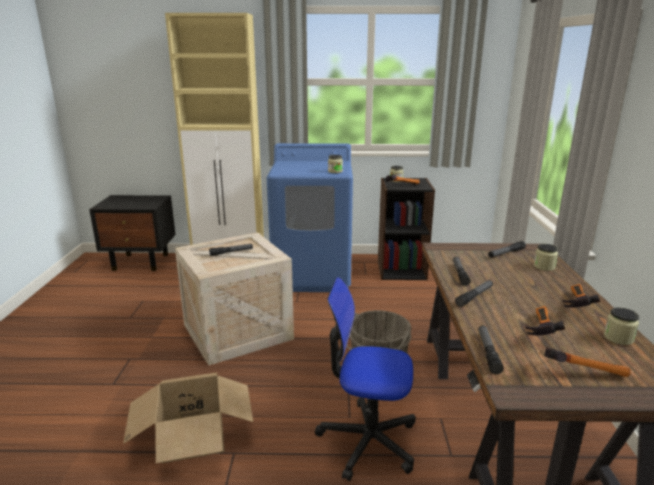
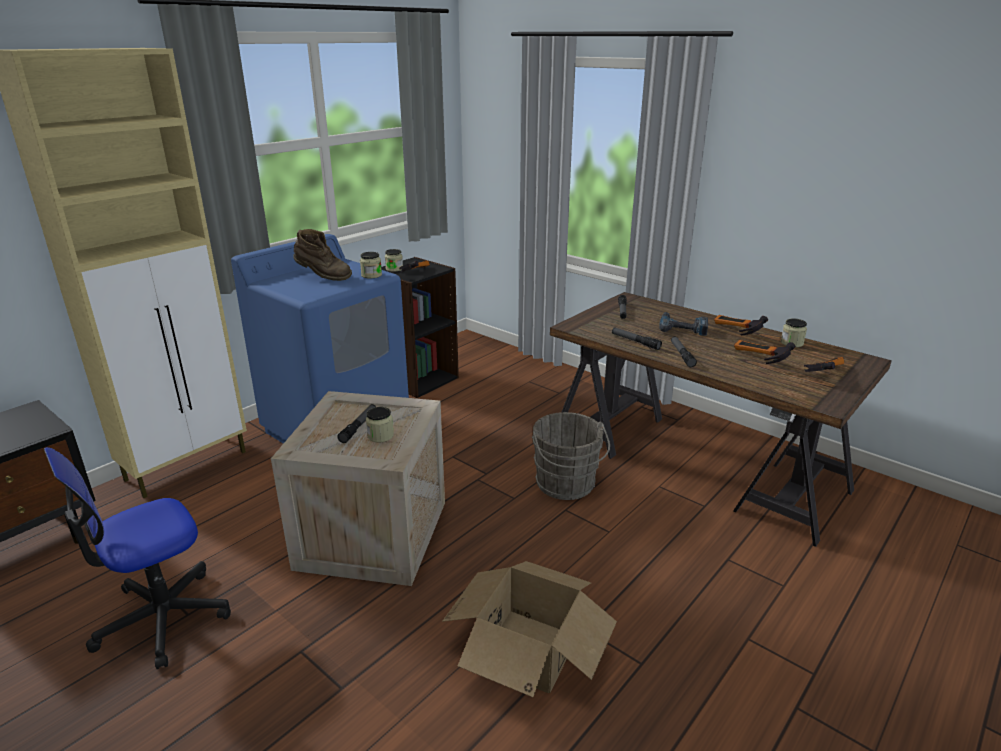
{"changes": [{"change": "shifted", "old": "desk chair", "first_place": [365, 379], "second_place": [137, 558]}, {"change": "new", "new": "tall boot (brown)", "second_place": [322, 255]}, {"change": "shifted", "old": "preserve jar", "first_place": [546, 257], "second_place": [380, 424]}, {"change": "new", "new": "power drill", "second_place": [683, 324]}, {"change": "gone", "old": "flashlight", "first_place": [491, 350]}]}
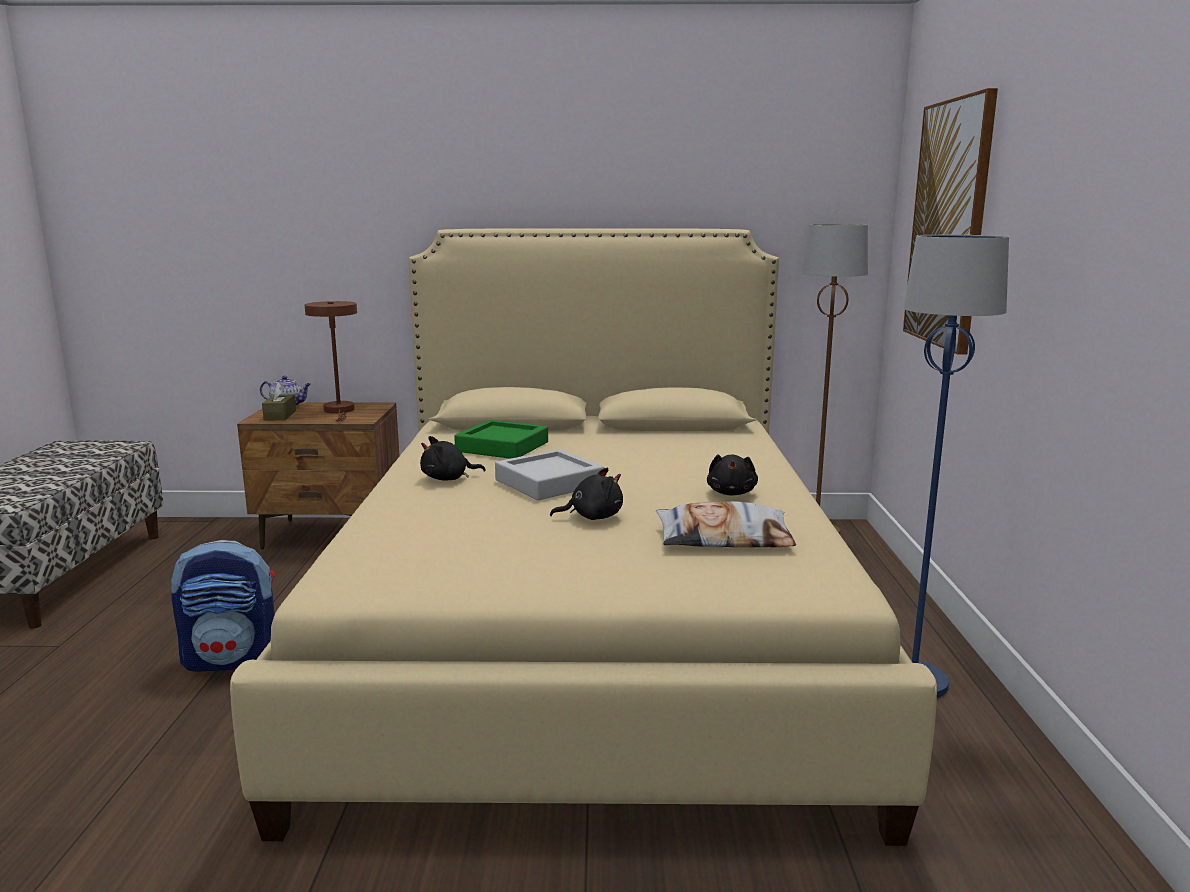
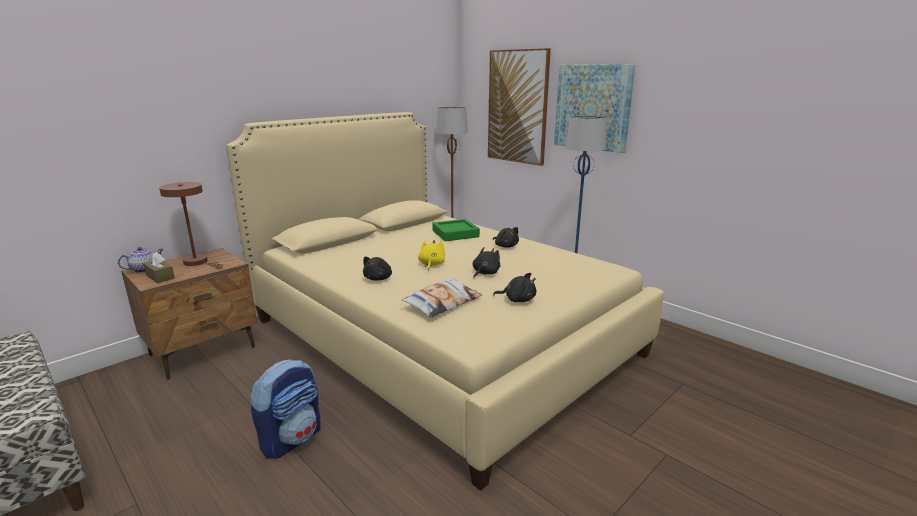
{"changes": [{"change": "shifted", "old": "throw pillow", "first_place": [726, 525], "second_place": [442, 298]}, {"change": "swapped", "old": "carrying tray (greyish)", "new": "cuddly toy (yellow)", "first_place": [550, 474], "second_place": [431, 255]}, {"change": "shifted", "old": "carrying tray (greenish)", "first_place": [501, 439], "second_place": [456, 230]}, {"change": "new", "new": "cuddly toy (black-coloured)", "second_place": [514, 287]}, {"change": "new", "new": "picture", "second_place": [595, 108]}]}
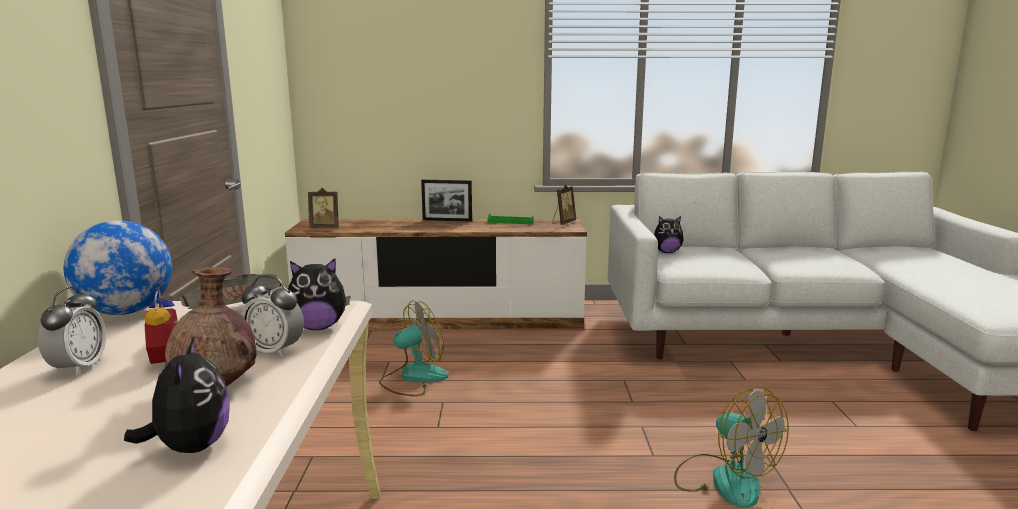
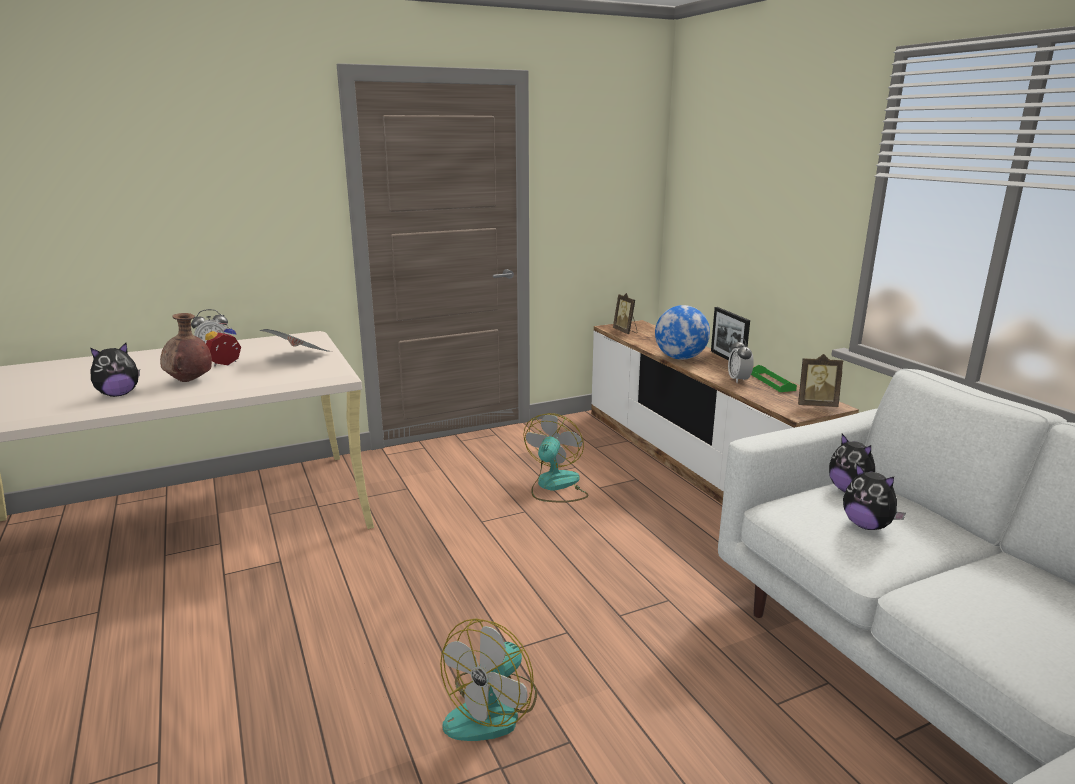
{"changes": [{"change": "rotated", "old": "fan", "first_place": [414, 348], "second_place": [556, 458], "degrees": -105}, {"change": "shifted", "old": "world globe", "first_place": [118, 267], "second_place": [682, 332]}, {"change": "shifted", "old": "bedside clock", "first_place": [272, 317], "second_place": [741, 360]}, {"change": "shifted", "old": "cuddly toy", "first_place": [319, 294], "second_place": [874, 497]}]}
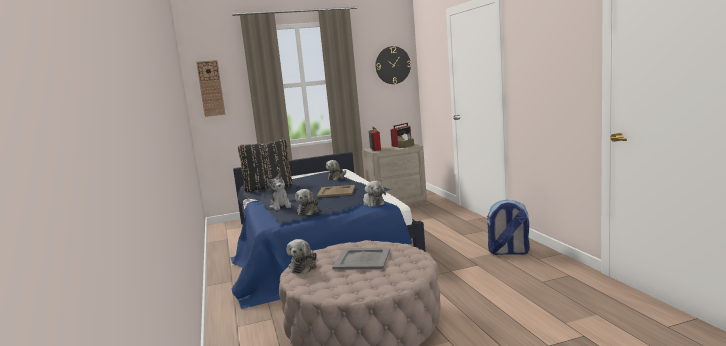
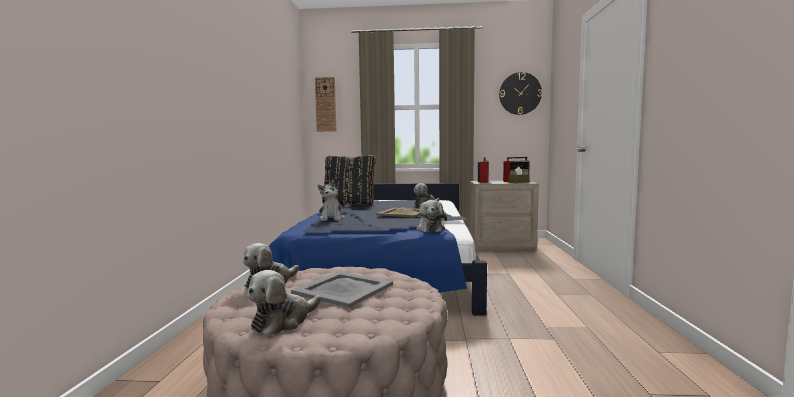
{"changes": [{"change": "shifted", "old": "cuddly toy", "first_place": [307, 202], "second_place": [284, 303]}, {"change": "gone", "old": "knapsack", "first_place": [508, 227]}]}
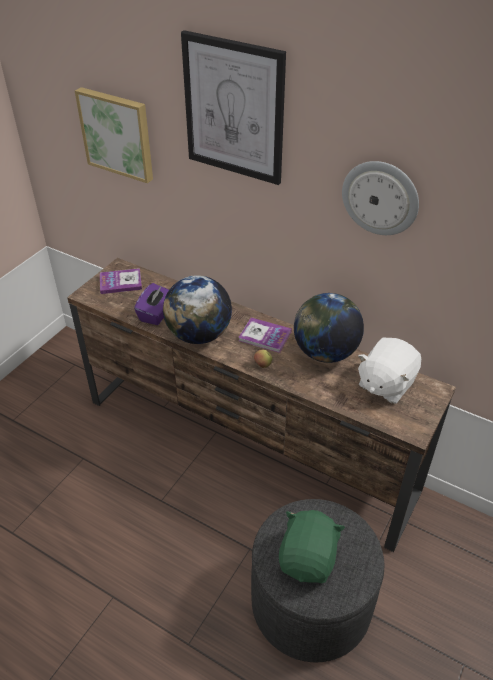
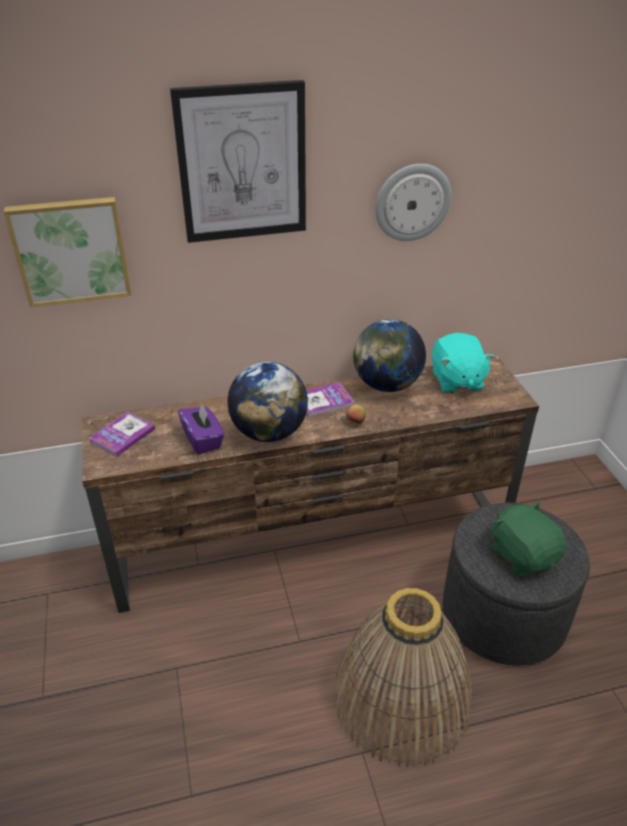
{"changes": [{"change": "new", "new": "basket", "second_place": [403, 677]}, {"change": "repainted", "old": "cuddly toy (whitish)", "new": "cuddly toy (turquoise-coloured)", "first_place": [389, 370], "second_place": [463, 363]}]}
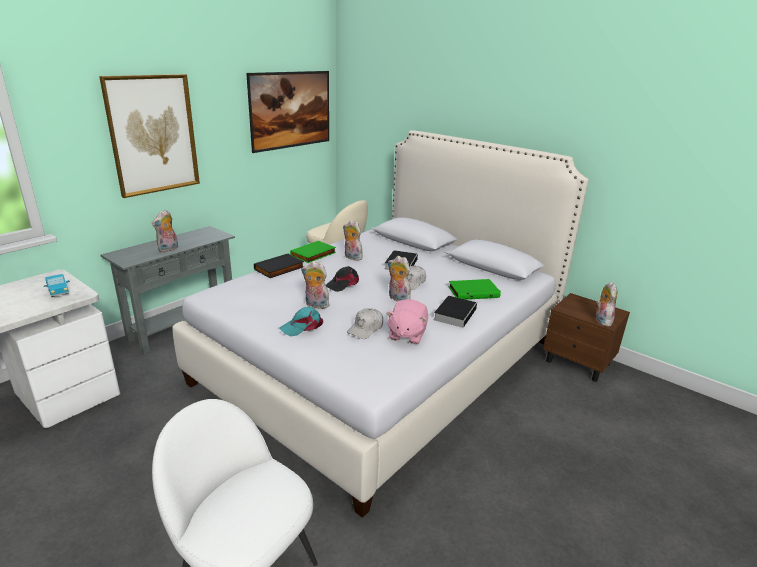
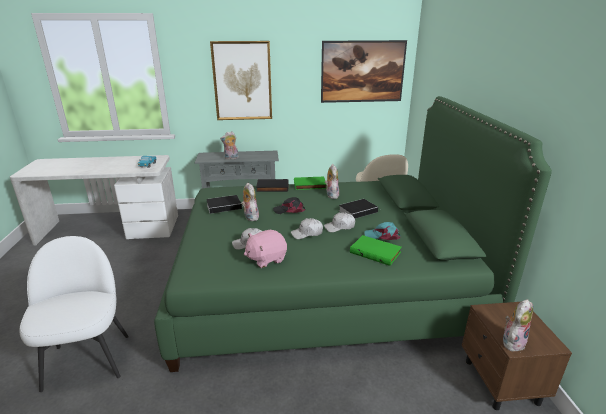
{"changes": [{"change": "repainted", "old": "bedroom bed (whitish)", "new": "bedroom bed (greenish)", "first_place": [380, 324], "second_place": [353, 234]}, {"change": "shifted", "old": "bound book", "first_place": [455, 312], "second_place": [224, 204]}, {"change": "swapped", "old": "cuddly toy", "new": "peaked cap (whitish)", "first_place": [399, 279], "second_place": [307, 228]}, {"change": "shifted", "old": "peaked cap (turquoise-coloured)", "first_place": [301, 321], "second_place": [382, 231]}]}
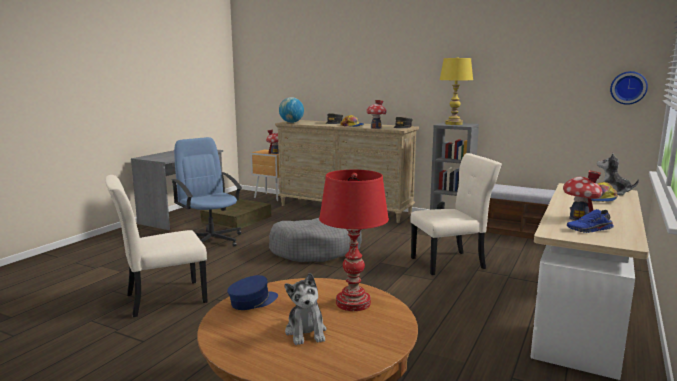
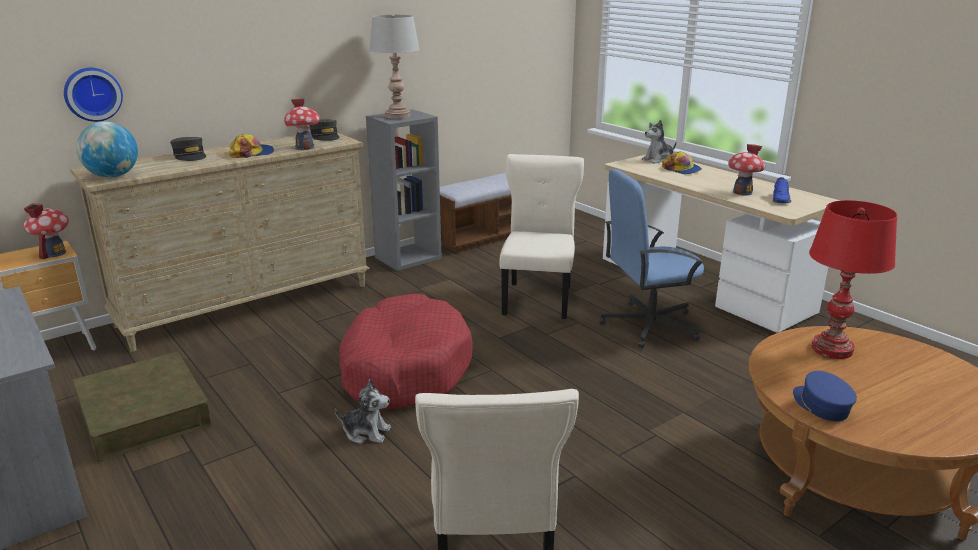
{"changes": [{"change": "shifted", "old": "hanging clock", "first_place": [629, 88], "second_place": [93, 95]}, {"change": "shifted", "old": "cuddly toy", "first_place": [305, 309], "second_place": [363, 411]}, {"change": "repainted", "old": "pet bed (greyish)", "new": "pet bed (red)", "first_place": [315, 240], "second_place": [406, 352]}, {"change": "repainted", "old": "table lamp (yellow)", "new": "table lamp (greyish)", "first_place": [456, 91], "second_place": [394, 67]}, {"change": "shifted", "old": "desk chair (blue)", "first_place": [207, 192], "second_place": [651, 258]}]}
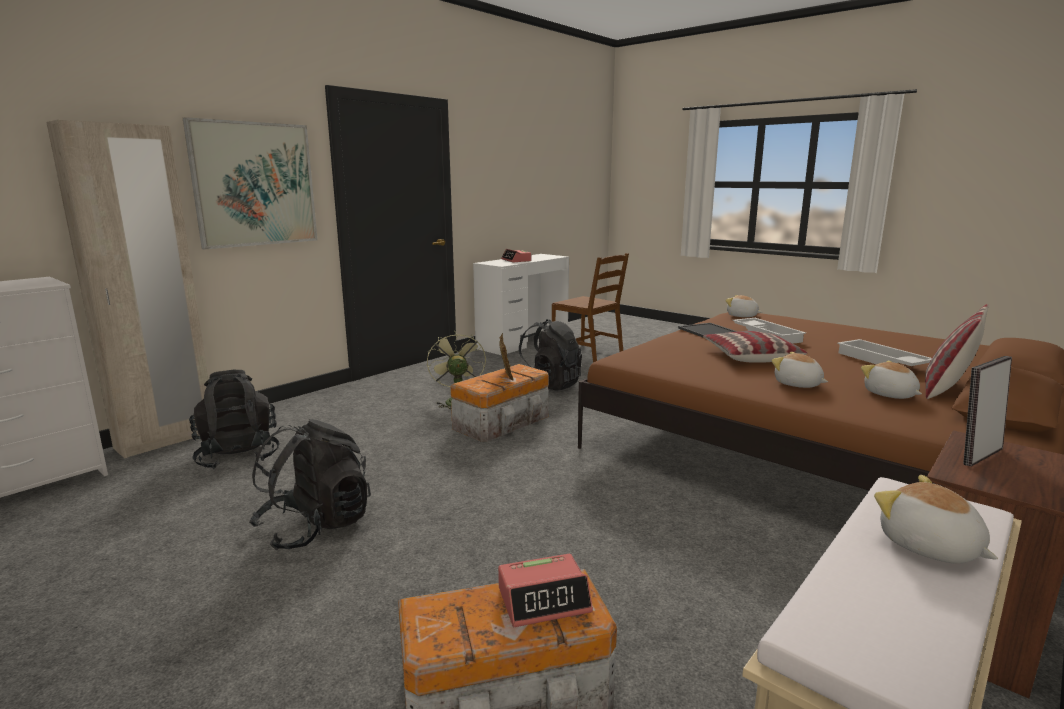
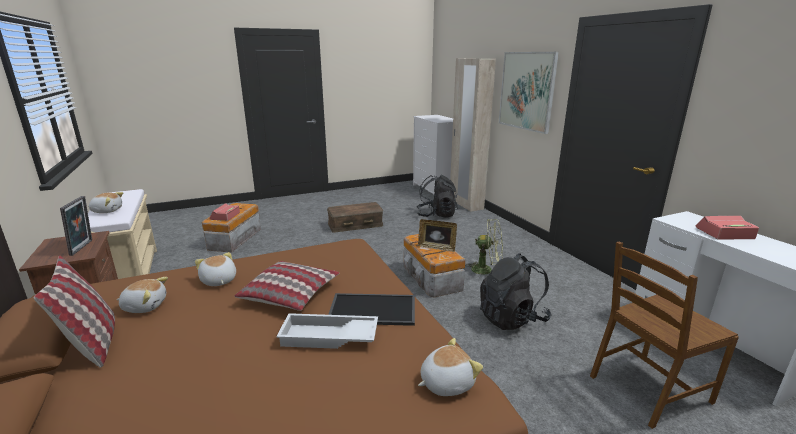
{"changes": [{"change": "rotated", "old": "cuddly toy", "first_place": [800, 370], "second_place": [215, 269], "degrees": -105}, {"change": "swapped", "old": "knapsack (black-coloured)", "new": "storage bin (brown)", "first_place": [310, 484], "second_place": [355, 217]}, {"change": "gone", "old": "carrying tray (whitish)", "first_place": [884, 352]}]}
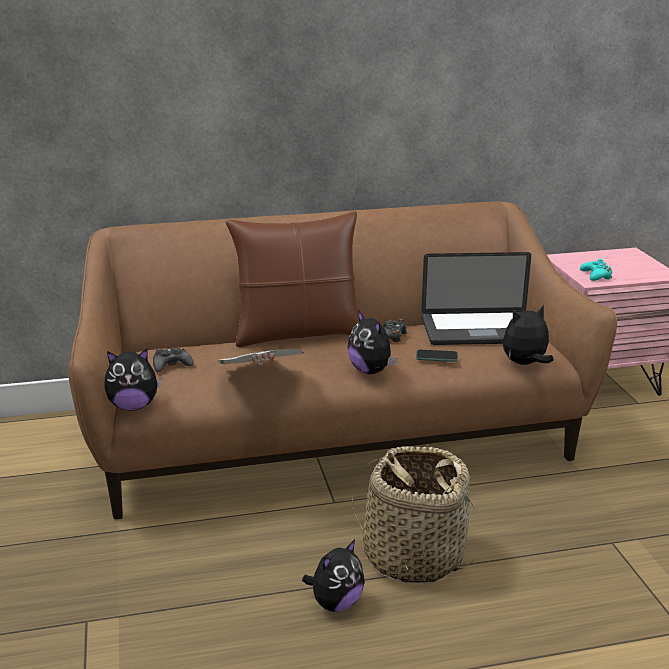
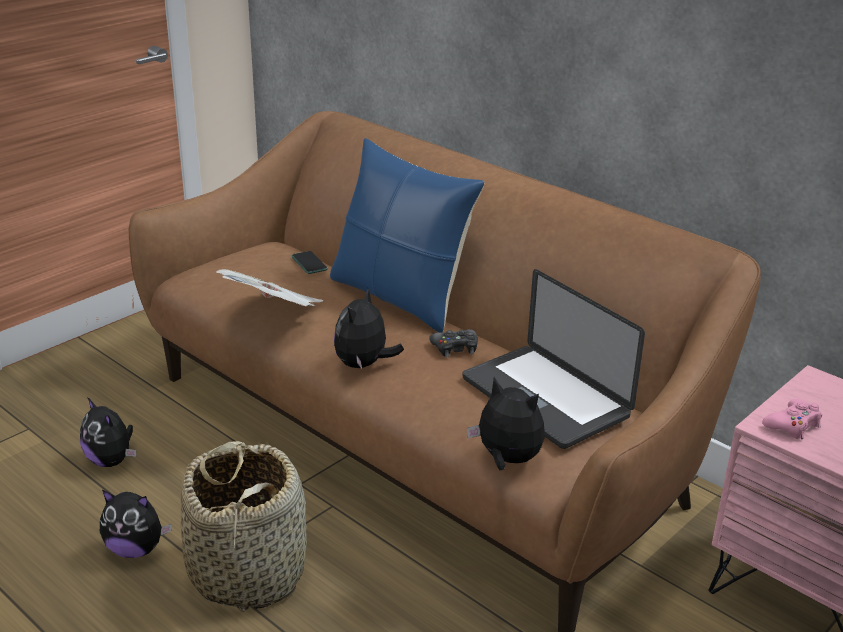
{"changes": [{"change": "shifted", "old": "cuddly toy", "first_place": [133, 380], "second_place": [108, 432]}, {"change": "shifted", "old": "phone", "first_place": [437, 356], "second_place": [310, 262]}, {"change": "repainted", "old": "throw pillow (brown)", "new": "throw pillow (blue)", "first_place": [292, 279], "second_place": [407, 235]}, {"change": "repainted", "old": "game controller (turquoise-coloured)", "new": "game controller (pink)", "first_place": [596, 270], "second_place": [792, 419]}, {"change": "gone", "old": "game controller (black-coloured)", "first_place": [173, 359]}]}
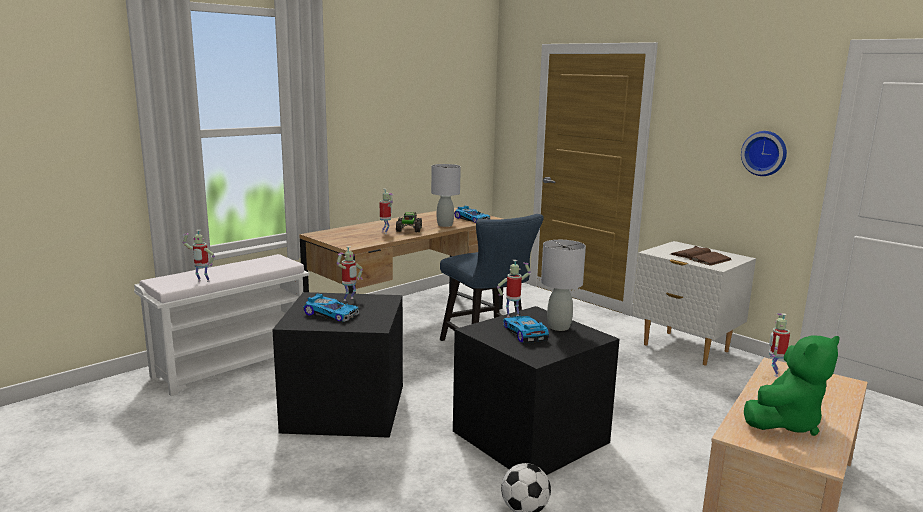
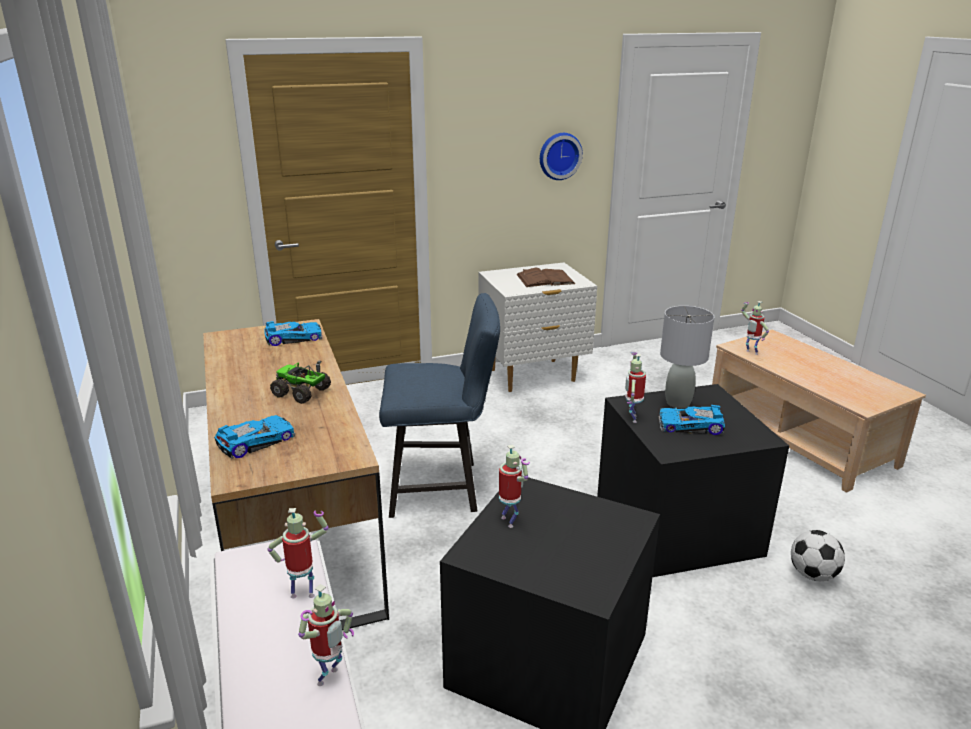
{"changes": [{"change": "shifted", "old": "miniature car", "first_place": [331, 308], "second_place": [254, 437]}, {"change": "shifted", "old": "model robot", "first_place": [387, 211], "second_place": [298, 553]}, {"change": "gone", "old": "table lamp (greyish)", "first_place": [446, 195]}, {"change": "gone", "old": "cuddly toy (greenish)", "first_place": [792, 385]}]}
